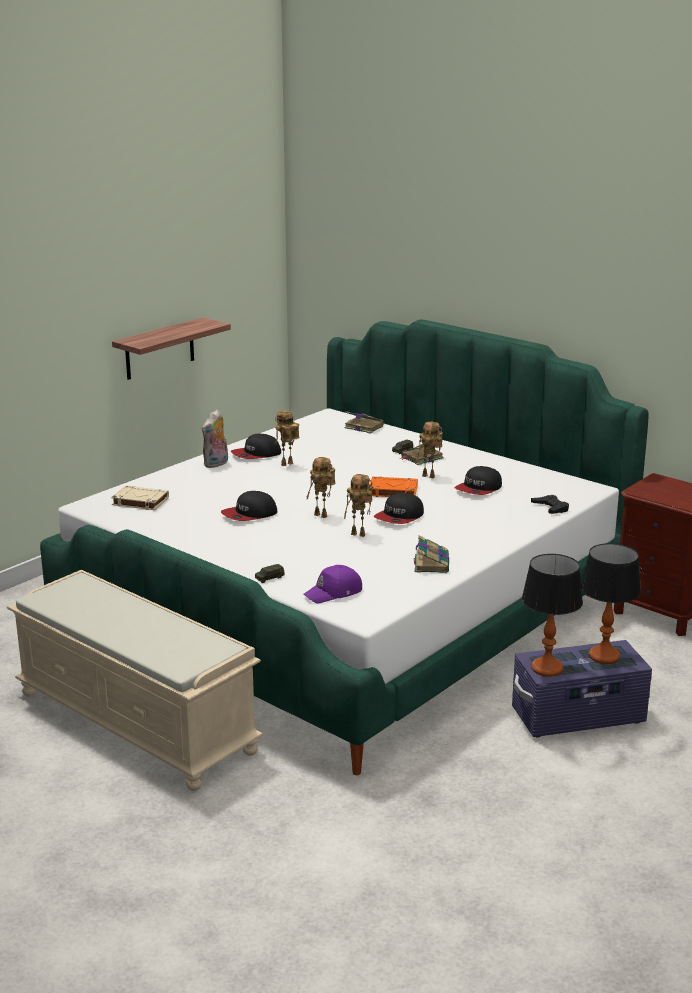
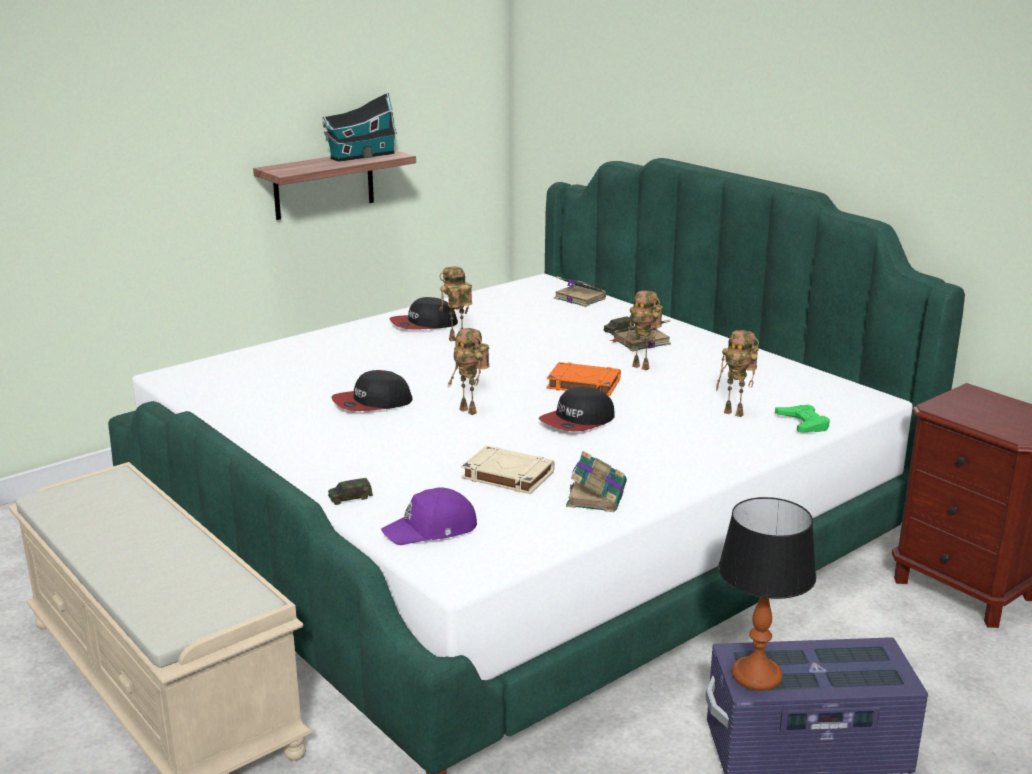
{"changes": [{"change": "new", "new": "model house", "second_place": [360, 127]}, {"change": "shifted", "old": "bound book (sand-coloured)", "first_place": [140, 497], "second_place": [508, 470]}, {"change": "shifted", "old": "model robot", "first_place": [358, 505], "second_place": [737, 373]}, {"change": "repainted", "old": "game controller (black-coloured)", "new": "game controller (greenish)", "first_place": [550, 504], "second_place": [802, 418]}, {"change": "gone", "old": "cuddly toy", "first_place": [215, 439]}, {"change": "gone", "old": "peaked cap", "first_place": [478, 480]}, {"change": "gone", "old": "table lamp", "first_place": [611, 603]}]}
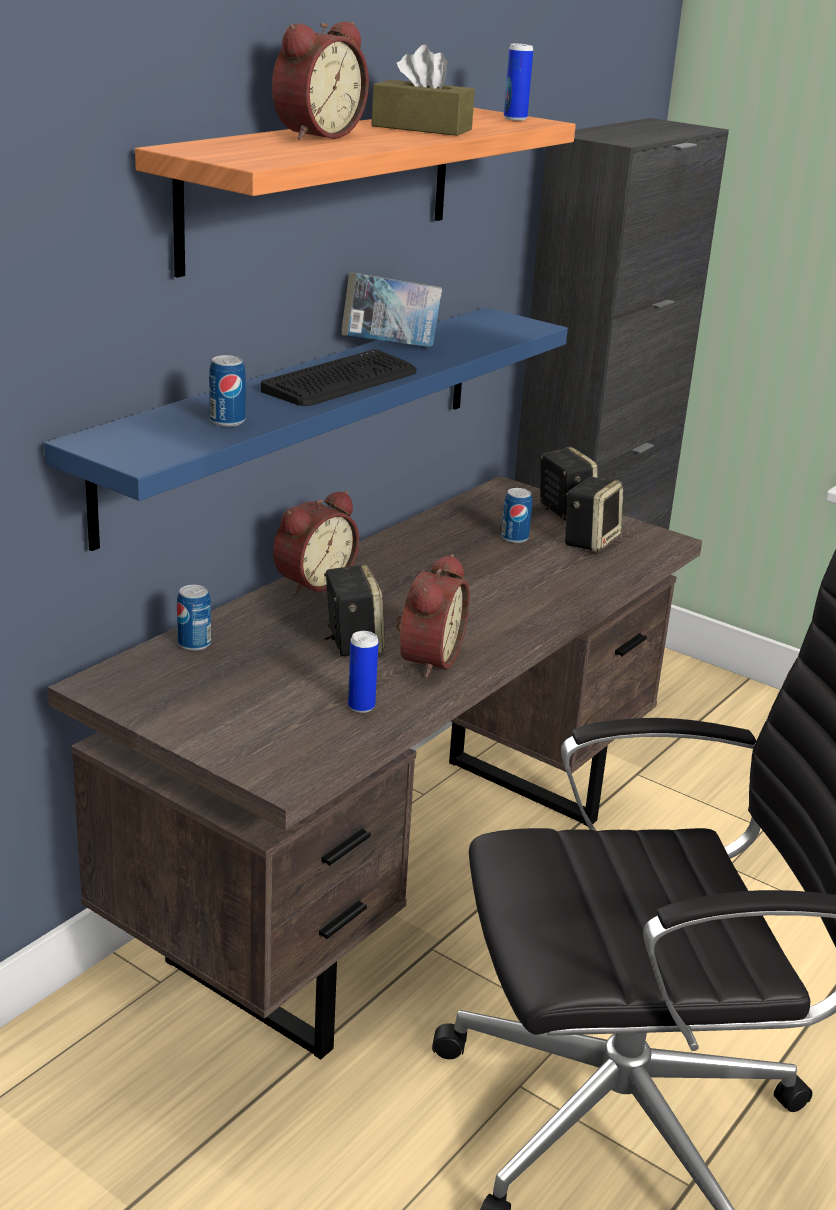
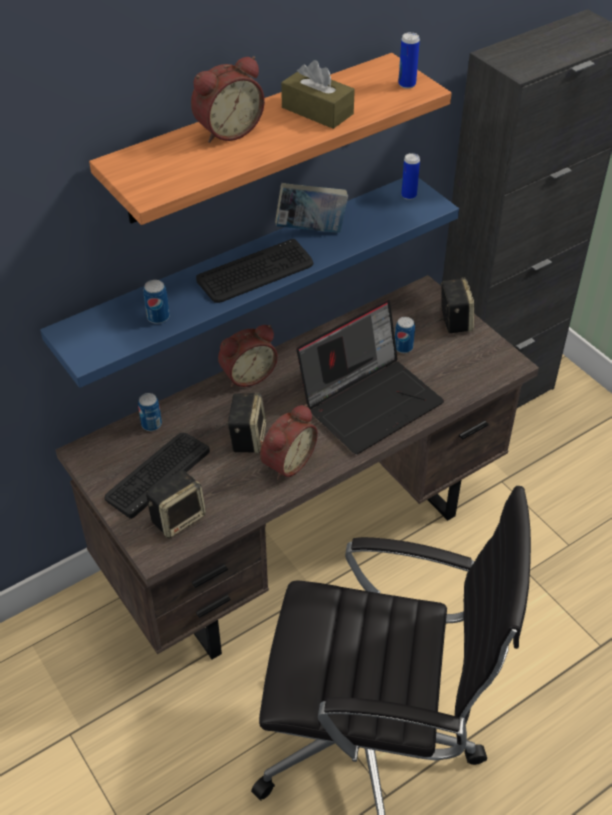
{"changes": [{"change": "new", "new": "PC keyboard", "second_place": [157, 476]}, {"change": "shifted", "old": "speaker", "first_place": [594, 514], "second_place": [176, 504]}, {"change": "new", "new": "notebook computer", "second_place": [370, 377]}, {"change": "shifted", "old": "can", "first_place": [363, 672], "second_place": [410, 176]}]}
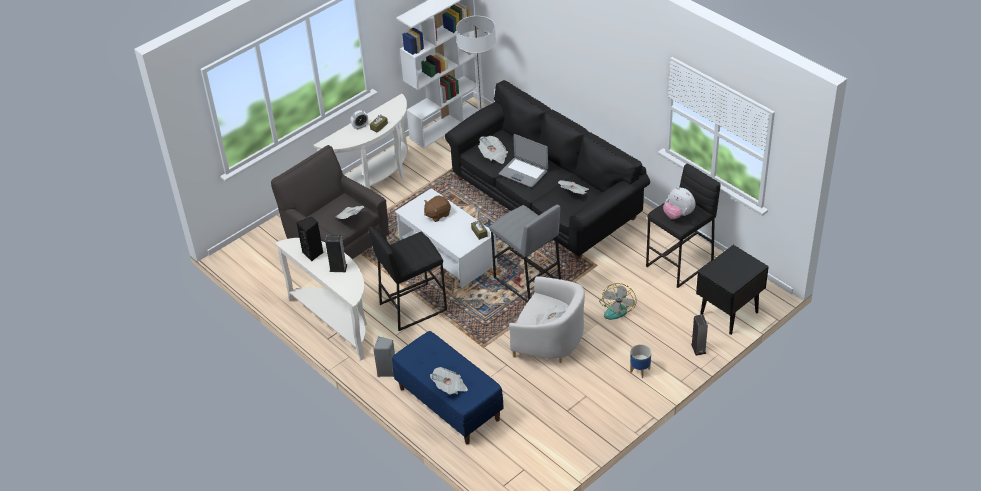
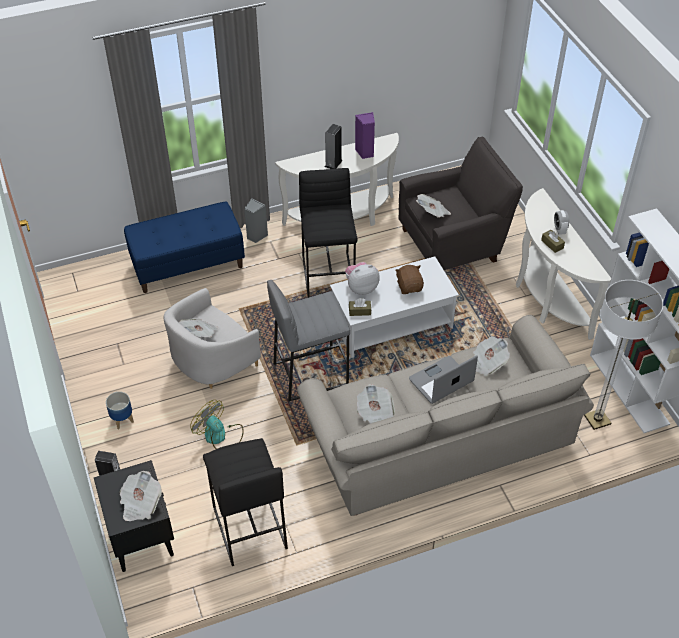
{"changes": [{"change": "shifted", "old": "printed paper", "first_place": [449, 381], "second_place": [141, 496]}, {"change": "repainted", "old": "couch (black-coloured)", "new": "couch (sand-coloured)", "first_place": [547, 169], "second_place": [445, 415]}, {"change": "shifted", "old": "cuddly toy", "first_place": [679, 203], "second_place": [362, 278]}, {"change": "repainted", "old": "speaker (black-coloured)", "new": "speaker (purple)", "first_place": [310, 239], "second_place": [365, 135]}]}
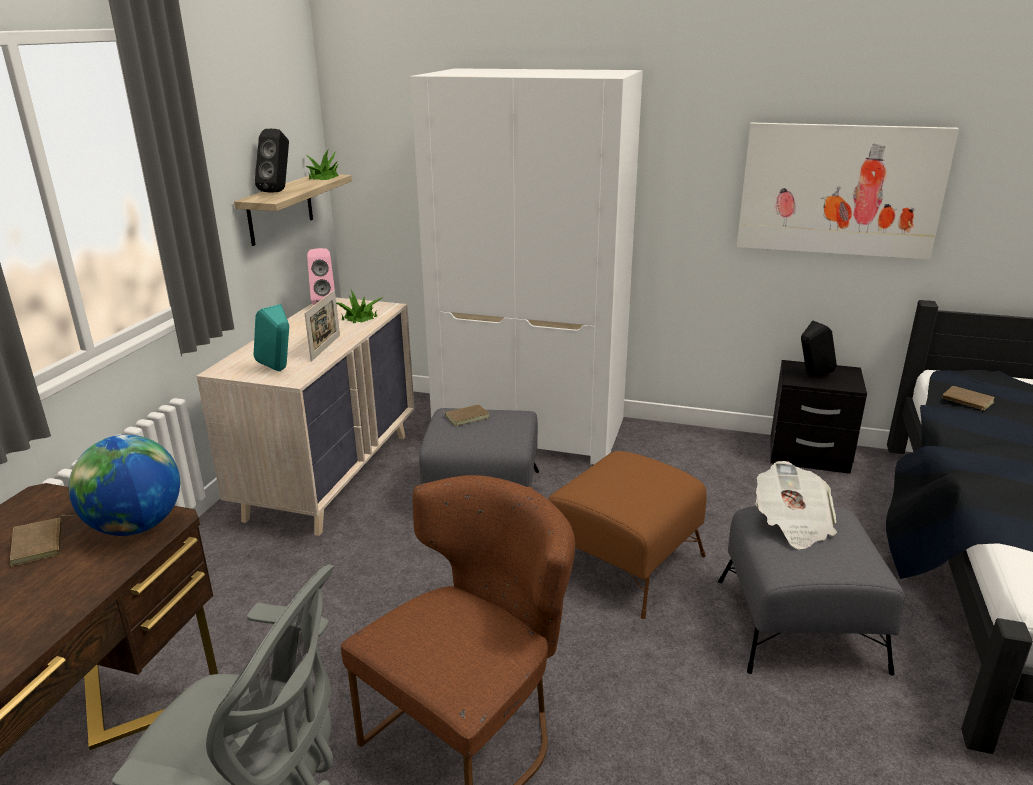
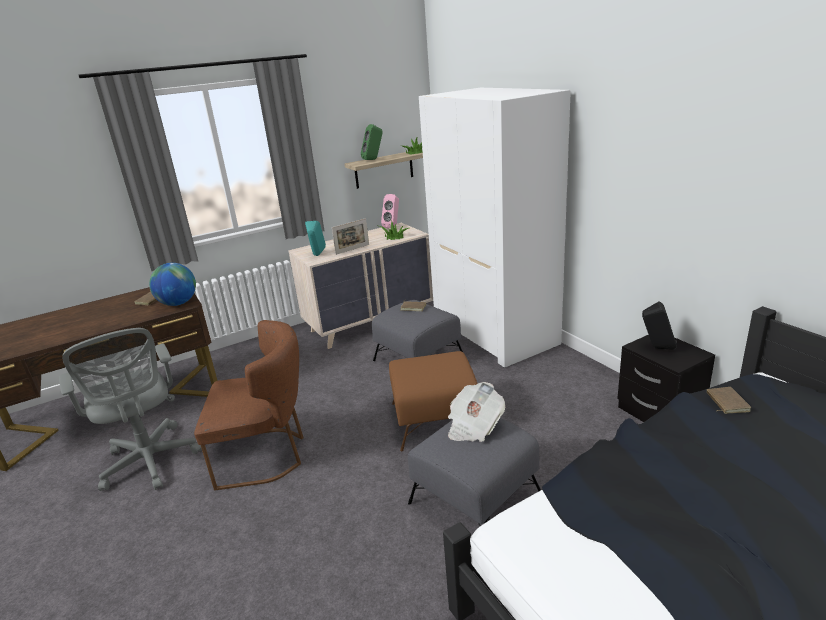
{"changes": [{"change": "repainted", "old": "speaker (black-coloured)", "new": "speaker (greenish)", "first_place": [272, 160], "second_place": [372, 142]}, {"change": "gone", "old": "picture", "first_place": [848, 191]}]}
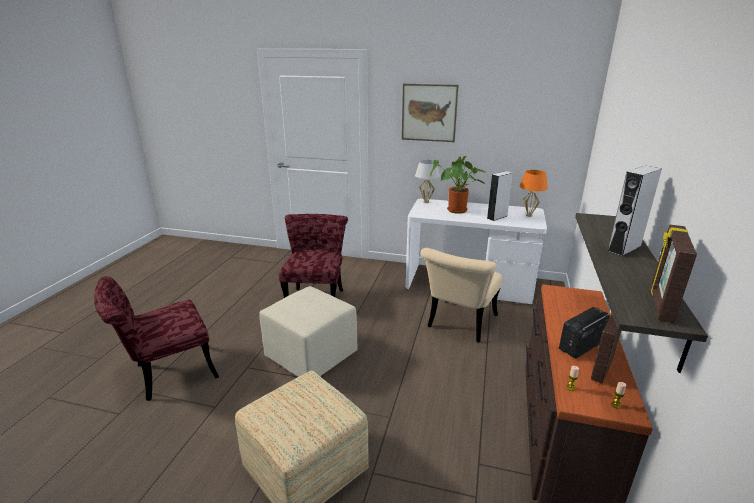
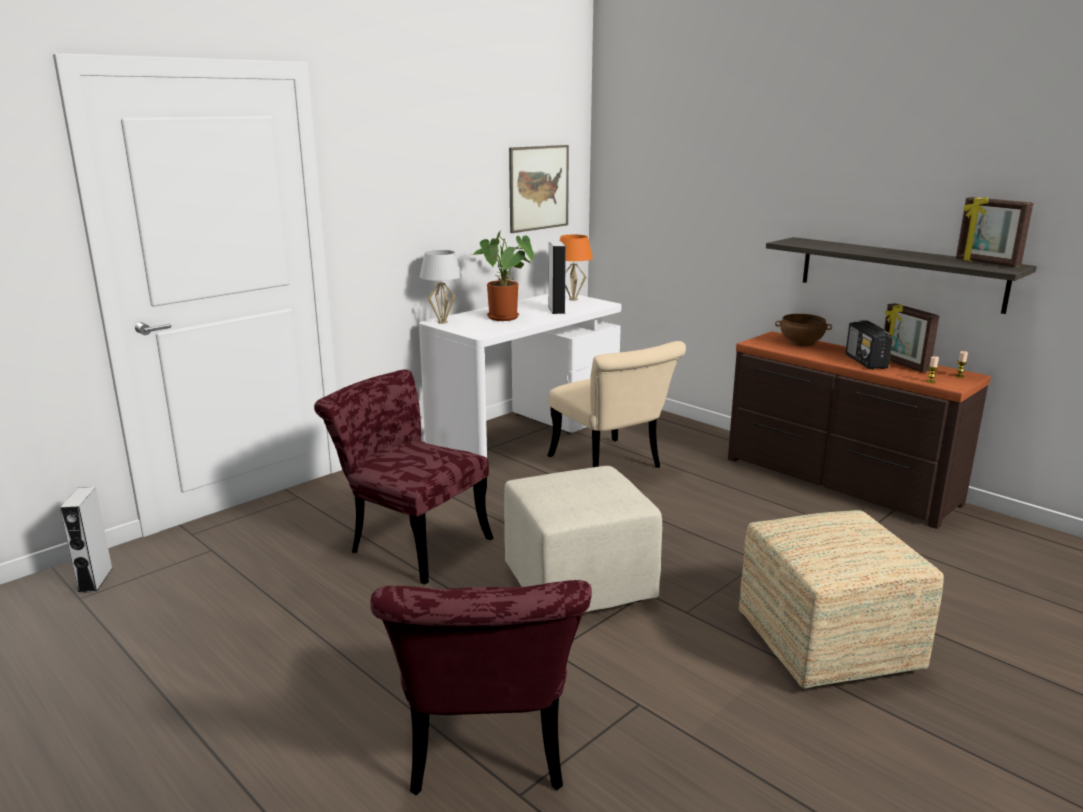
{"changes": [{"change": "shifted", "old": "speaker (greyish)", "first_place": [635, 211], "second_place": [86, 540]}, {"change": "shifted", "old": "picture", "first_place": [430, 113], "second_place": [539, 189]}, {"change": "new", "new": "deep dish (brown)", "second_place": [803, 330]}]}
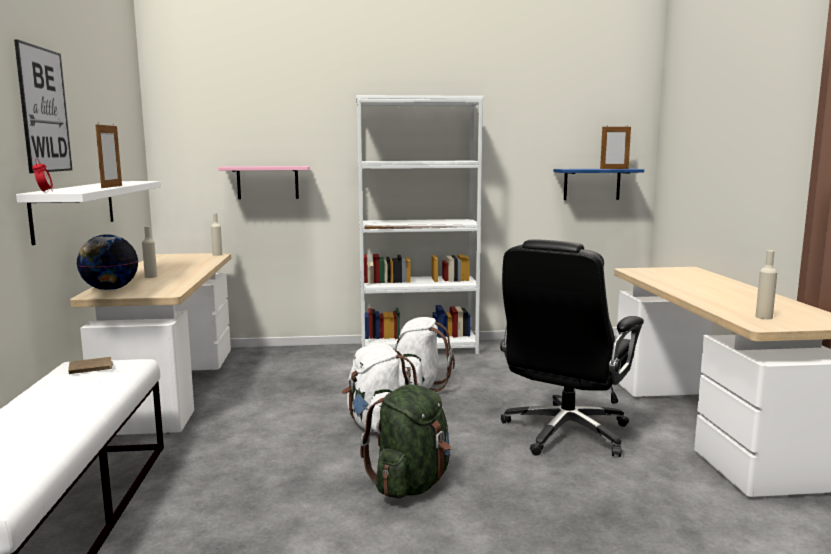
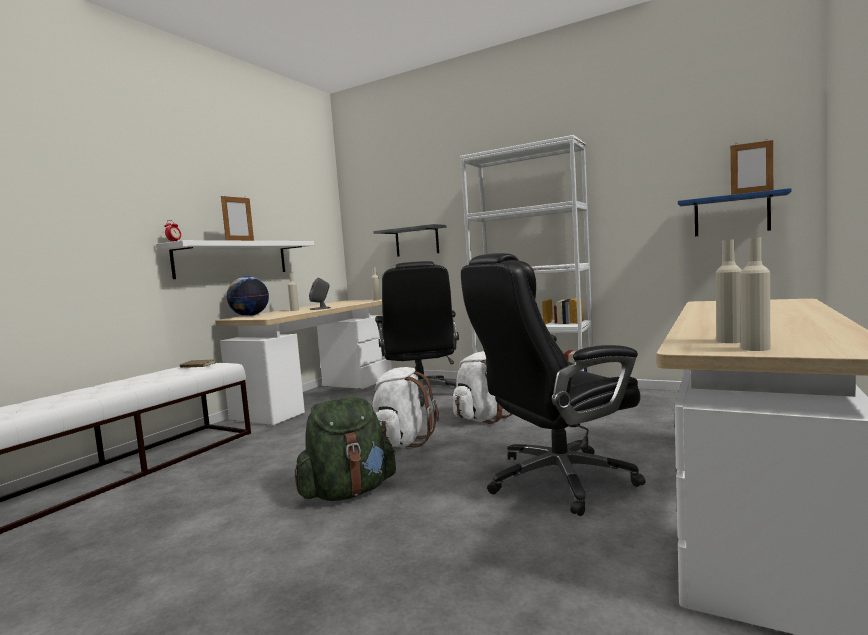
{"changes": [{"change": "new", "new": "speaker (greyish)", "second_place": [320, 294]}, {"change": "repainted", "old": "shelf (pink)", "new": "shelf (greyish)", "first_place": [264, 182], "second_place": [409, 240]}, {"change": "new", "new": "desk chair (black-coloured)", "second_place": [417, 334]}, {"change": "new", "new": "beverage bottle (sand-coloured)", "second_place": [755, 294]}, {"change": "gone", "old": "picture", "first_place": [43, 106]}]}
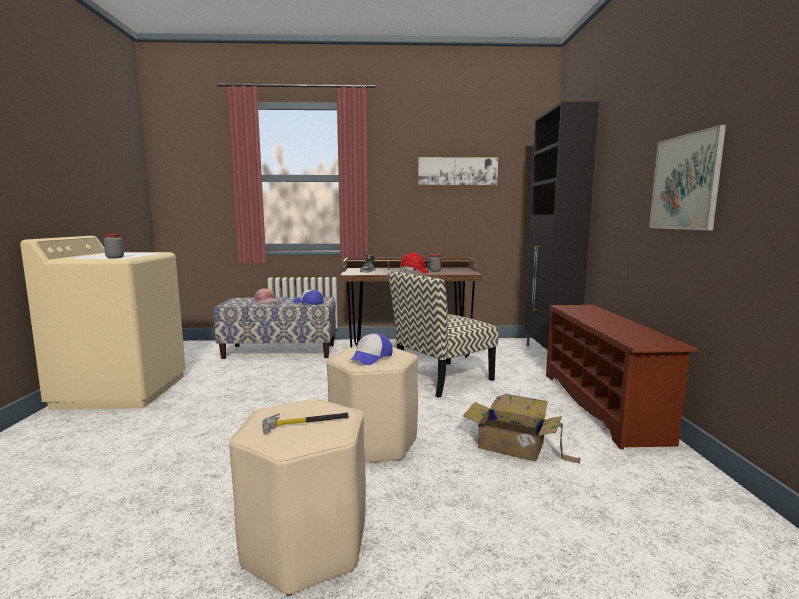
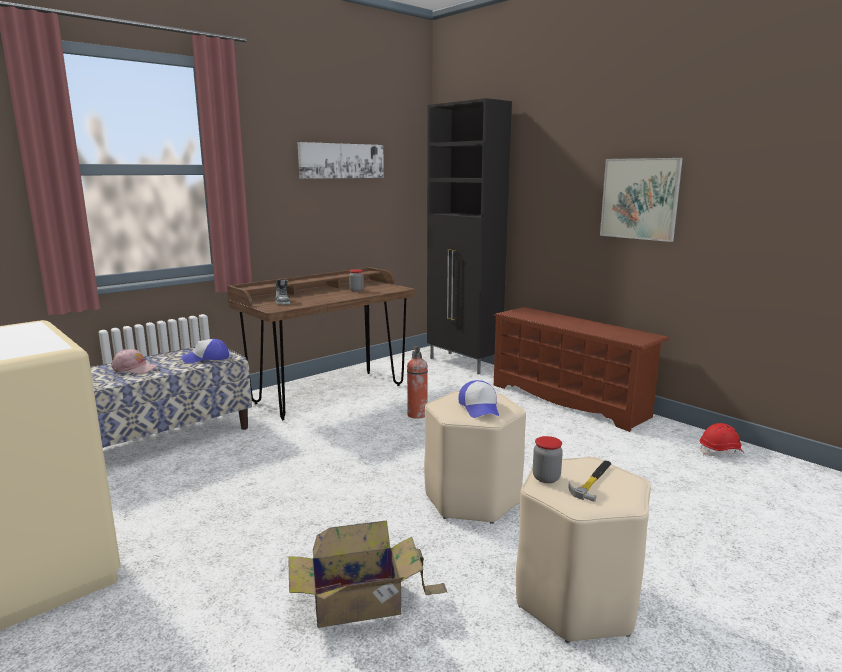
{"changes": [{"change": "shifted", "old": "carton", "first_place": [522, 429], "second_place": [368, 574]}, {"change": "swapped", "old": "upright chair", "new": "extinguisher", "first_place": [443, 334], "second_place": [417, 383]}, {"change": "shifted", "old": "preserve jar", "first_place": [113, 246], "second_place": [548, 459]}, {"change": "shifted", "old": "work helmet (red)", "first_place": [414, 262], "second_place": [722, 439]}]}
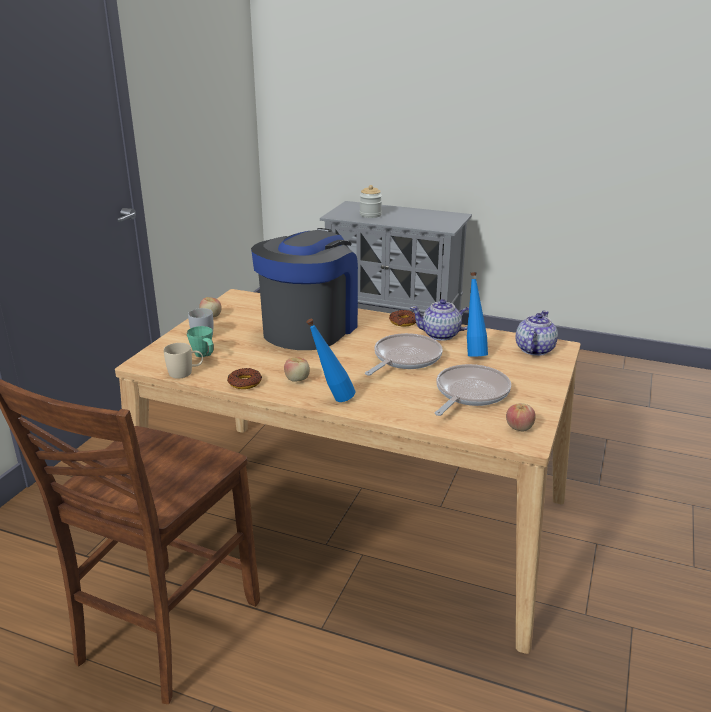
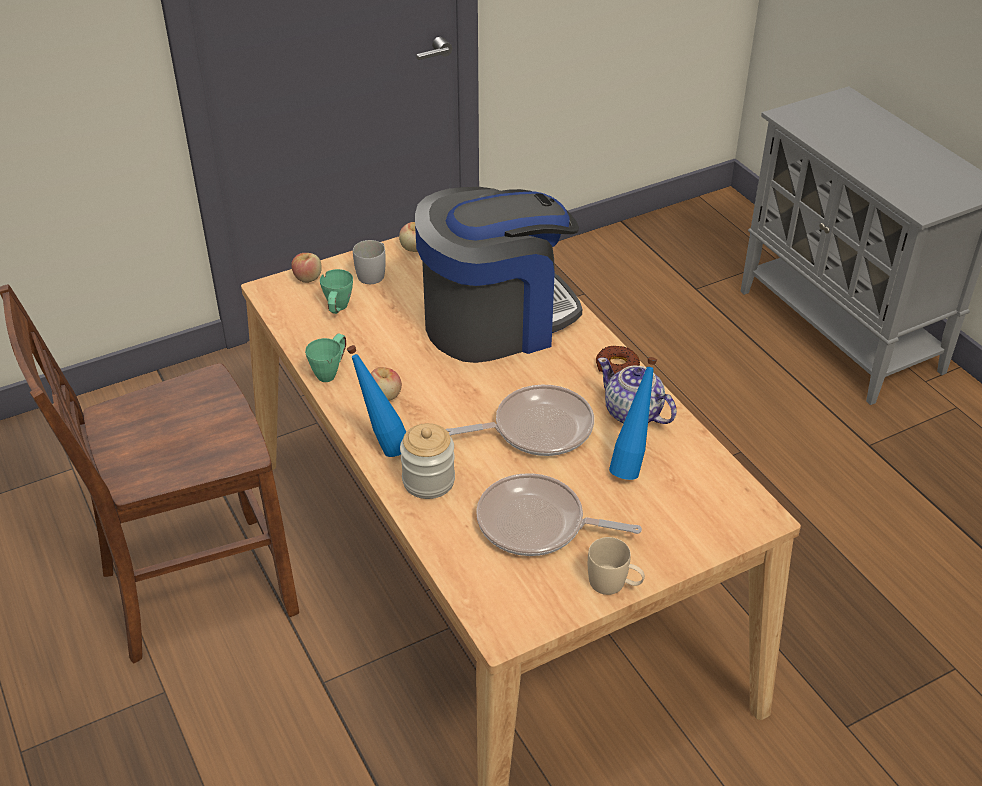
{"changes": [{"change": "shifted", "old": "apple fruit", "first_place": [521, 417], "second_place": [306, 268]}, {"change": "swapped", "old": "doughnut", "new": "mug (greenish)", "first_place": [244, 378], "second_place": [325, 358]}, {"change": "shifted", "old": "preserve jar", "first_place": [371, 201], "second_place": [427, 461]}, {"change": "rotated", "old": "skillet", "first_place": [473, 390], "second_place": [559, 514], "degrees": -150}, {"change": "shifted", "old": "mug (sand-coloured)", "first_place": [183, 361], "second_place": [616, 566]}, {"change": "gone", "old": "pot for tea", "first_place": [537, 333]}]}
